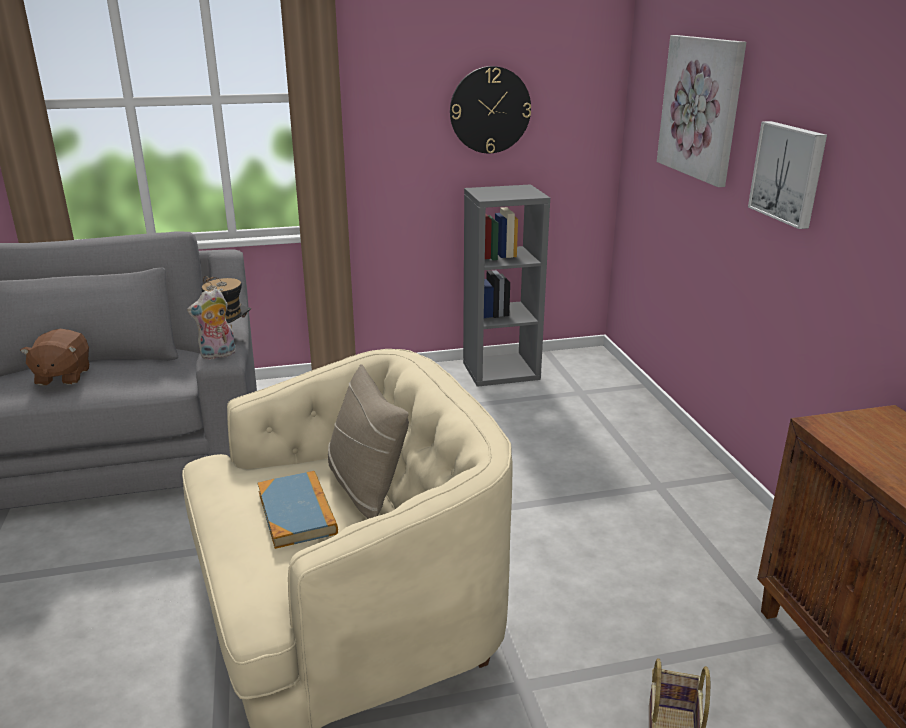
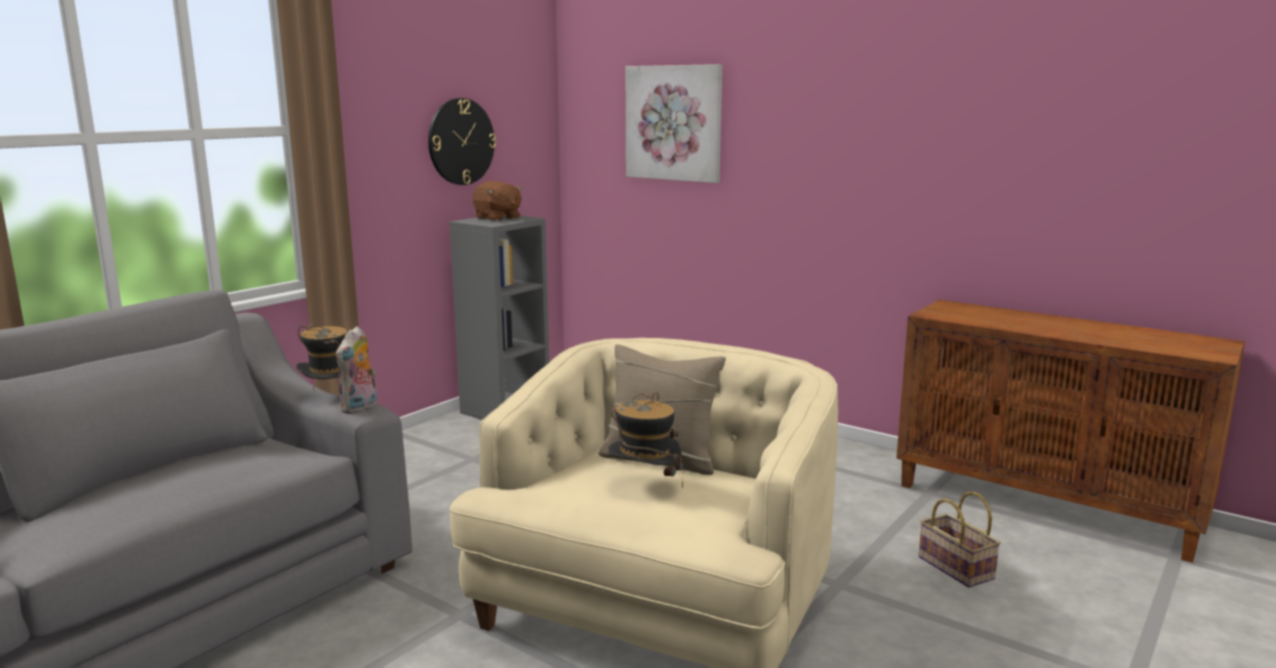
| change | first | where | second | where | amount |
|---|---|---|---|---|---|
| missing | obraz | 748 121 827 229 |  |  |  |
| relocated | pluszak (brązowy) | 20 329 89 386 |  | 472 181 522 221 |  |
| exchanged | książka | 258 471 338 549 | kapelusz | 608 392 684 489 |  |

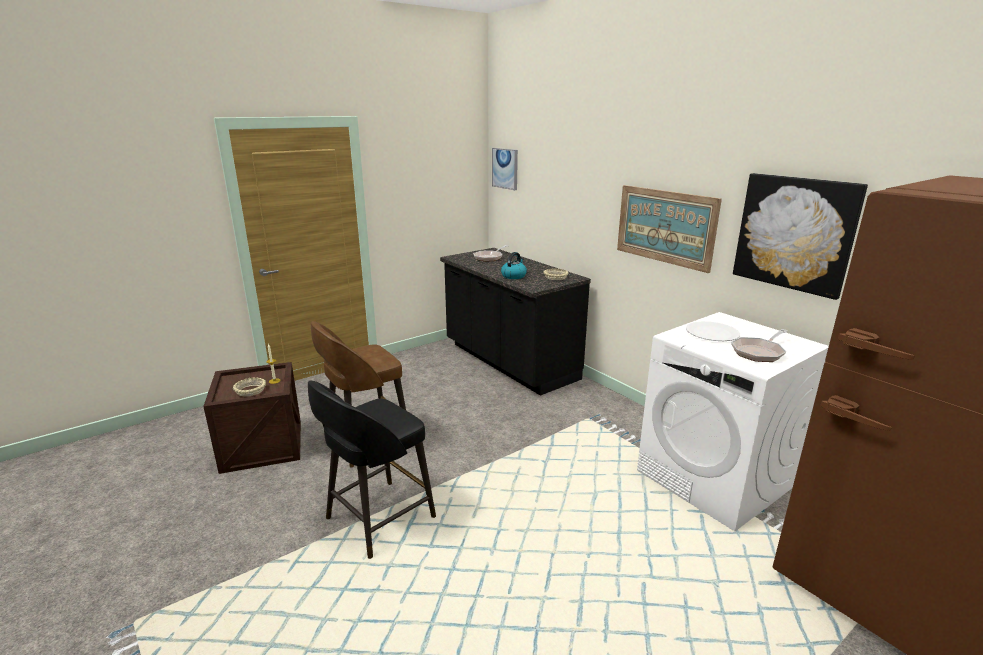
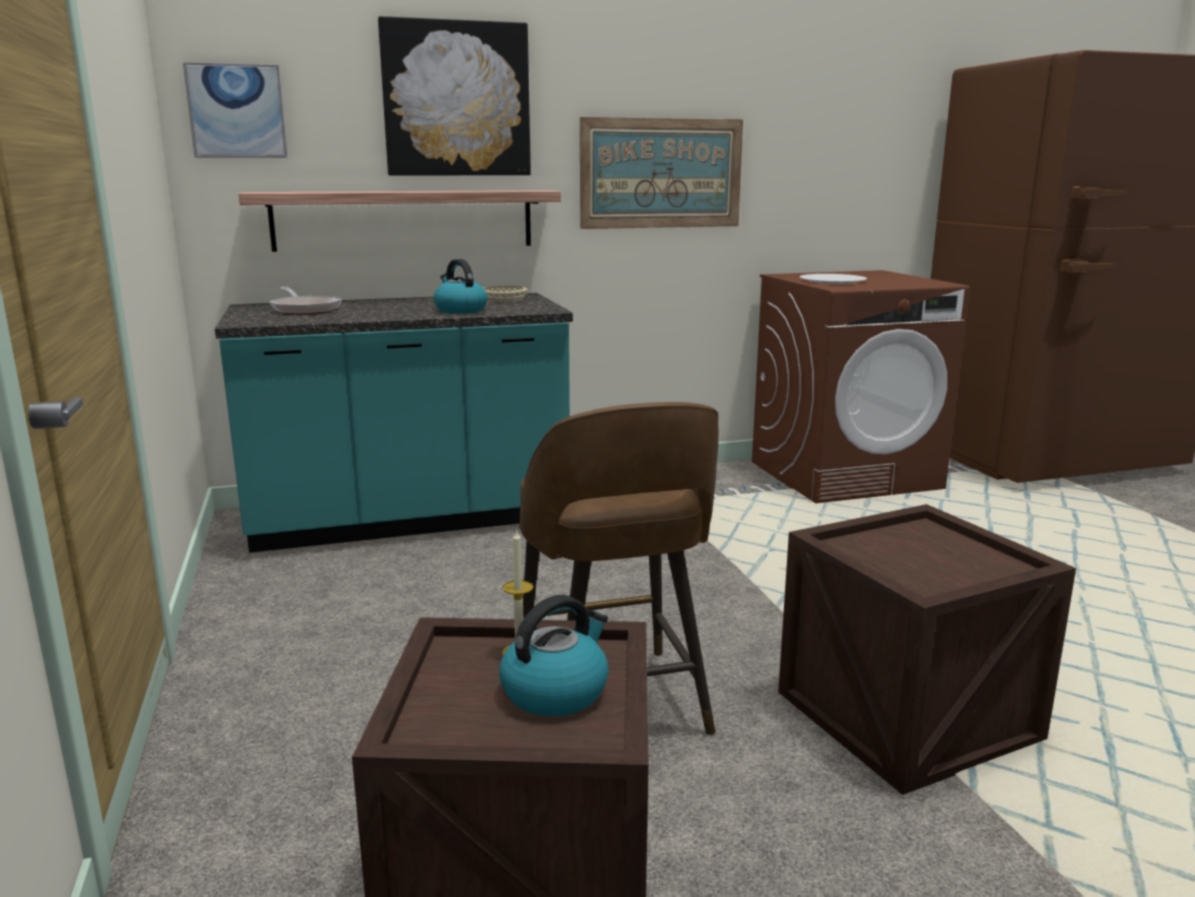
| change | first | where | second | where | amount |
|---|---|---|---|---|---|
| missing | patelnia | 731 329 787 362 |  |  |  |
| appeared |  |  | półka | 239 190 561 252 |  |
| relocated | obraz | 733 173 868 300 |  | 378 16 531 176 |  |
| exchanged | miska (beżowy) | 233 377 266 397 | czajnik | 499 595 609 716 |  |
| exchanged | stołek (czarny) | 308 381 436 559 | skrzynka | 778 504 1076 795 |  |
| colour | zabudowa kuchenna (czarny) | 440 248 591 396 | zabudowa kuchenna (turkusowy) | 215 293 573 553 |  |
| colour | pralka (biały) | 637 312 829 531 | pralka (brązowy) | 752 270 970 503 |  |

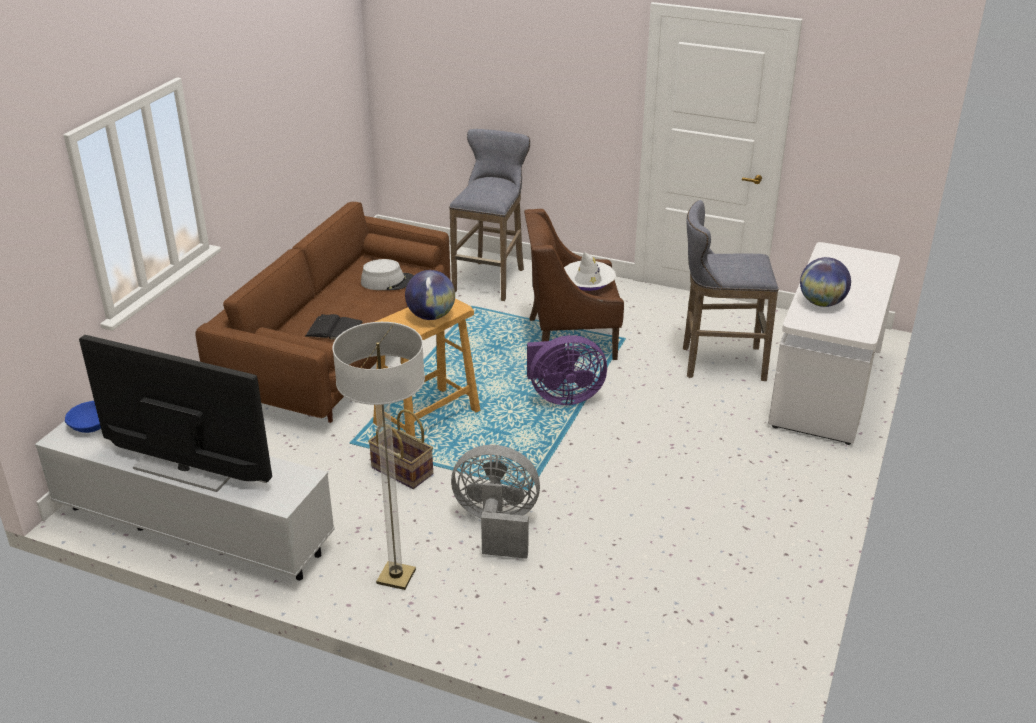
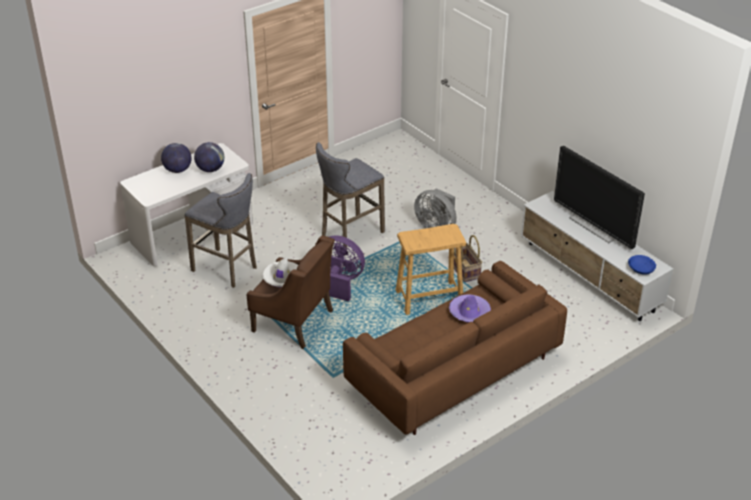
| change | first | where | second | where | amount |
|---|---|---|---|---|---|
| missing | lampa stojąca | 332 322 425 590 |  |  |  |
| missing | kapelusz (szary) | 361 259 414 290 |  |  |  |
| relocated | globus | 405 270 455 320 |  | 161 143 192 173 |  |
| relocated | stołek (szary) | 449 129 530 301 |  | 316 142 385 249 |  |
| exchanged | książka (czarny) | 304 314 363 340 | kapelusz (fioletowy) | 449 295 491 322 |  |

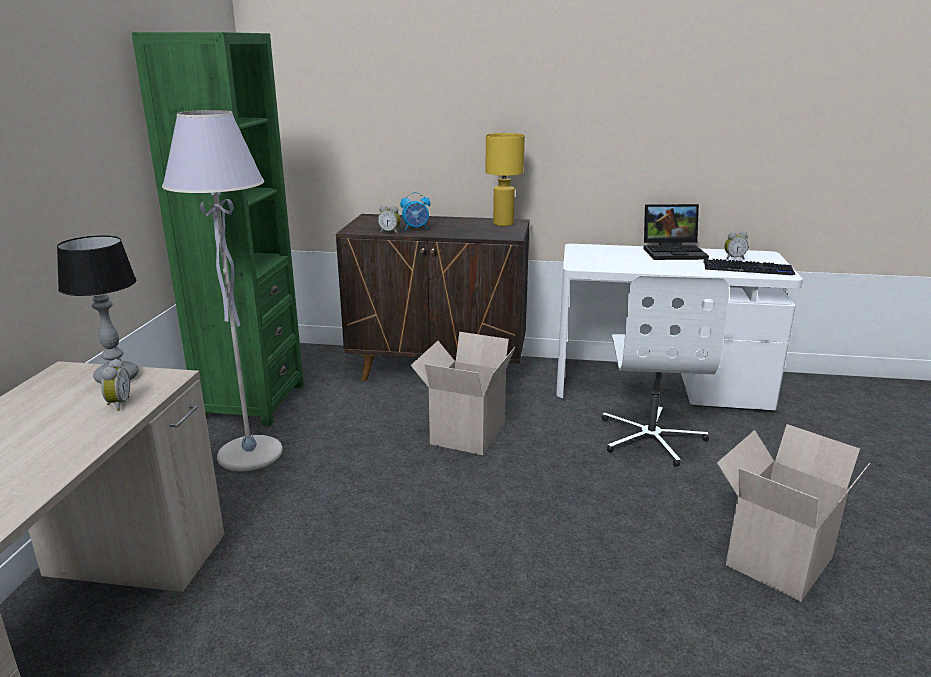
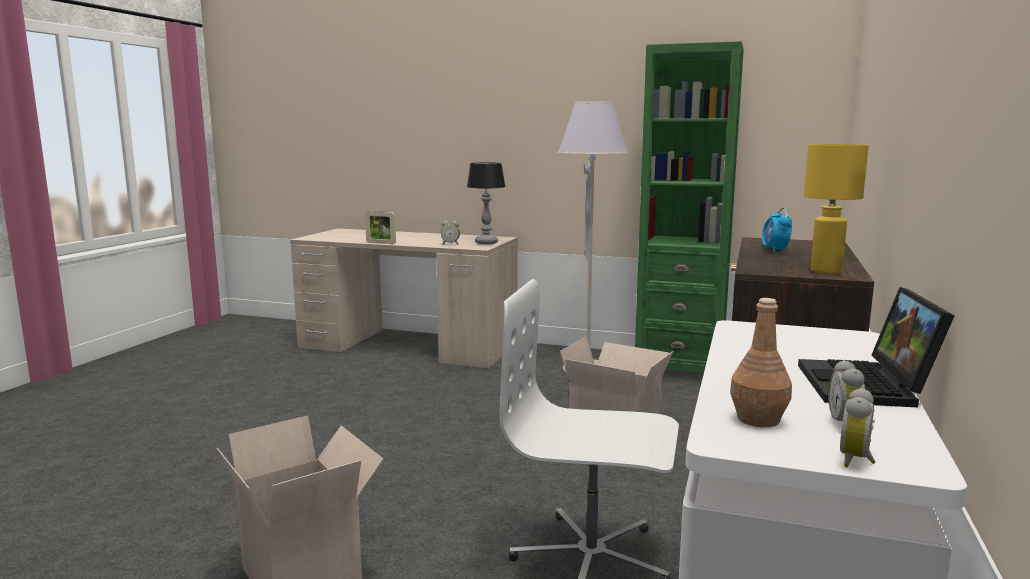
| change | first | where | second | where | amount |
|---|---|---|---|---|---|
| appeared |  |  | ramka na zdjęcie | 365 211 396 244 |  |
| relocated | budzik | 378 205 401 234 |  | 840 388 876 467 |  |
| exchanged | klawiatura | 703 258 795 275 | butelka (brązowy) | 730 298 792 427 |  |

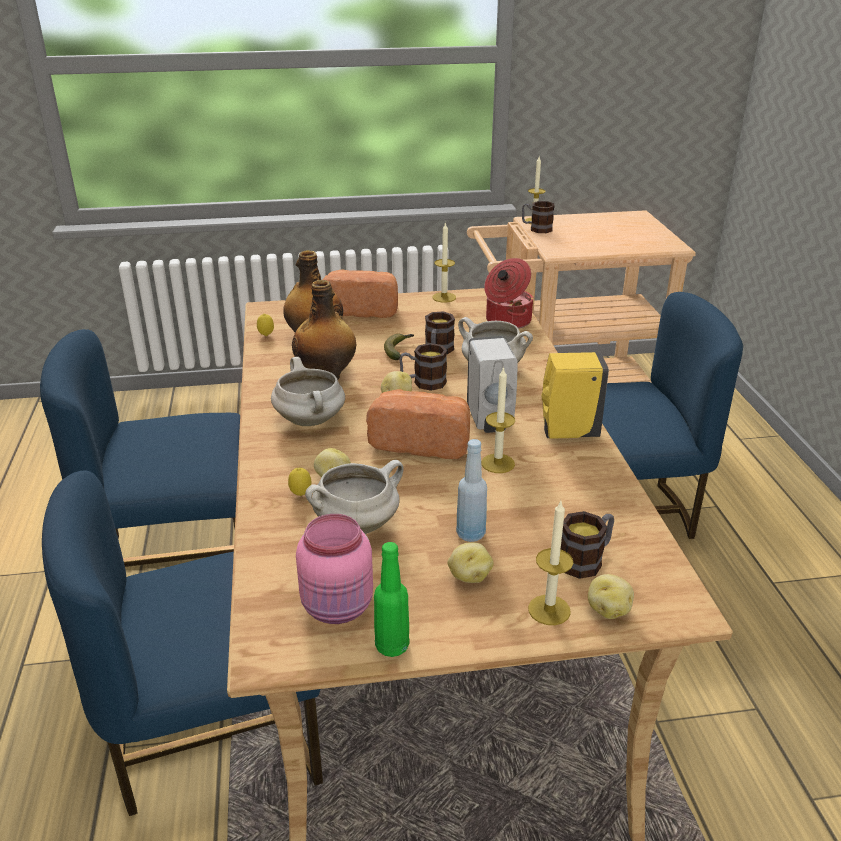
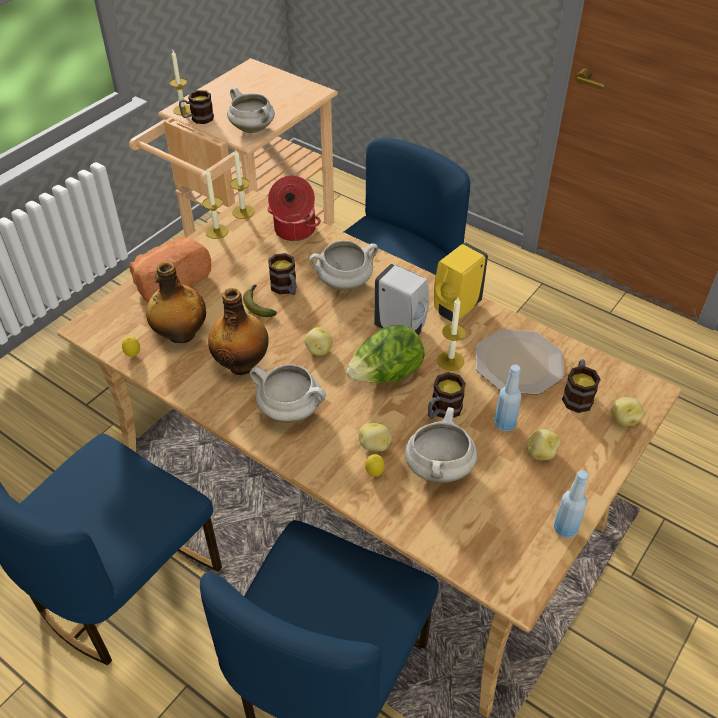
| change | first | where | second | where | amount |
|---|---|---|---|---|---|
| missing | słoik (różowy) | 296 514 373 624 |  |  |  |
| appeared |  |  | garnek (biały) | 227 88 275 133 |  |
| appeared |  |  | talerz | 476 329 564 395 |  |
| relocated | kubek | 399 343 447 391 |  | 428 372 466 419 |  |
| relocated | świeca | 528 501 573 625 |  | 230 150 255 219 |  |
| exchanged | chleb | 366 389 470 459 | sałata | 346 325 425 383 |  |
| colour | butelka (zielony) | 374 542 409 657 | butelka (niebieski) | 554 470 589 538 |  |

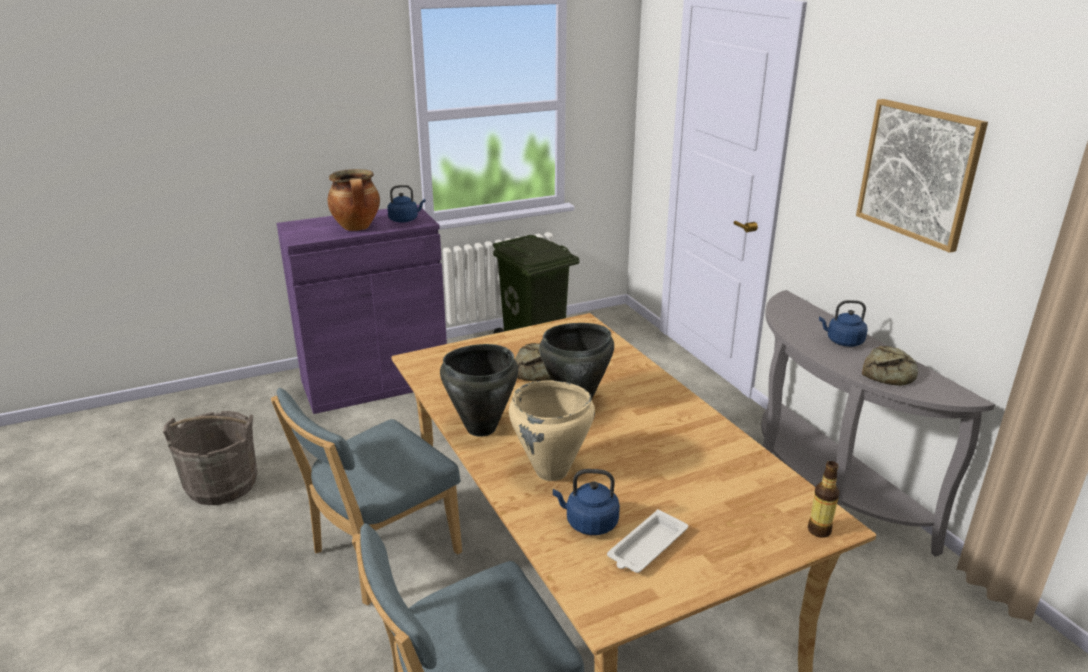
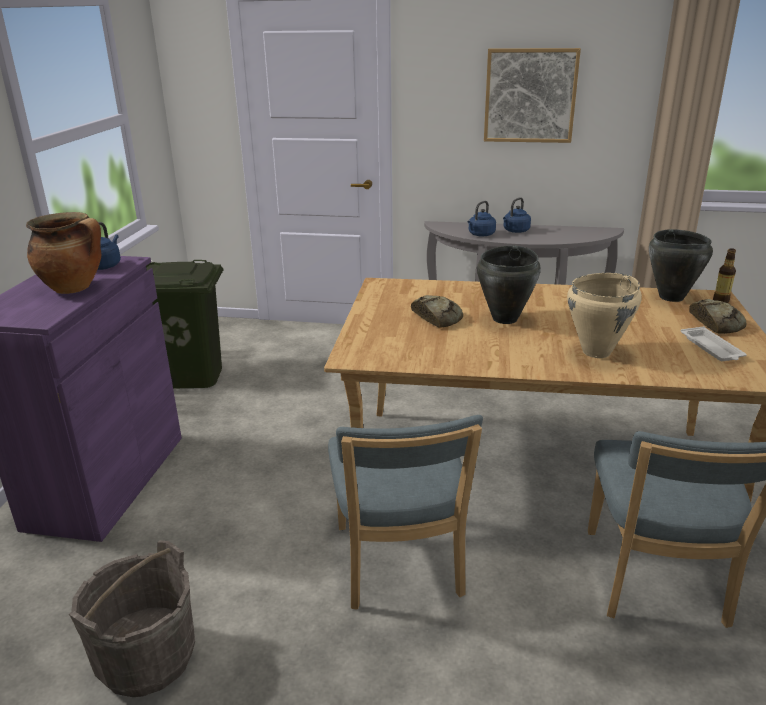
| change | first | where | second | where | amount |
|---|---|---|---|---|---|
| relocated | garnek (czarny) | 440 344 518 437 |  | 649 229 713 302 |  |
| relocated | czajnik (niebieski) | 553 469 620 535 |  | 468 201 496 237 |  |
| relocated | chleb | 862 346 918 386 |  | 689 299 746 334 |  |

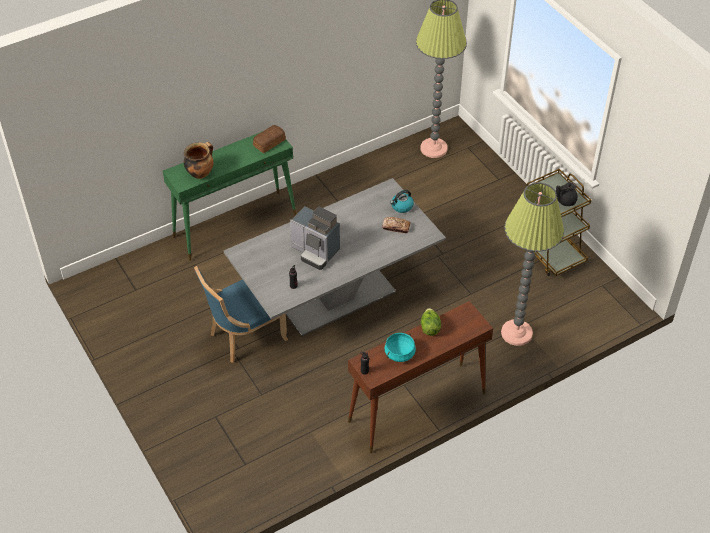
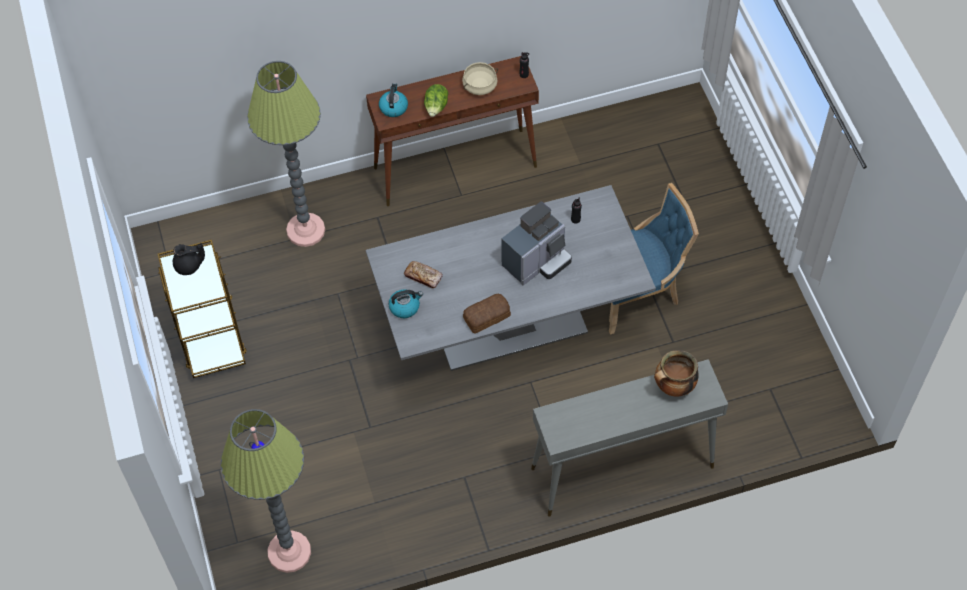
| change | first | where | second | where | amount |
|---|---|---|---|---|---|
| appeared |  |  | czajnik | 379 83 408 117 |  |
| relocated | chleb | 253 125 286 153 |  | 463 294 511 334 |  |
| colour | stolik konsolowy (zielony) | 163 131 297 261 | stolik konsolowy (szary) | 531 359 728 517 |  |
| colour | garnek (turkusowy) | 385 333 416 362 | garnek (beżowy) | 462 62 498 95 |  |
| spun | ekspres do kawy | 290 207 340 270 |  | 502 201 572 285 | 90 degrees clockwise |

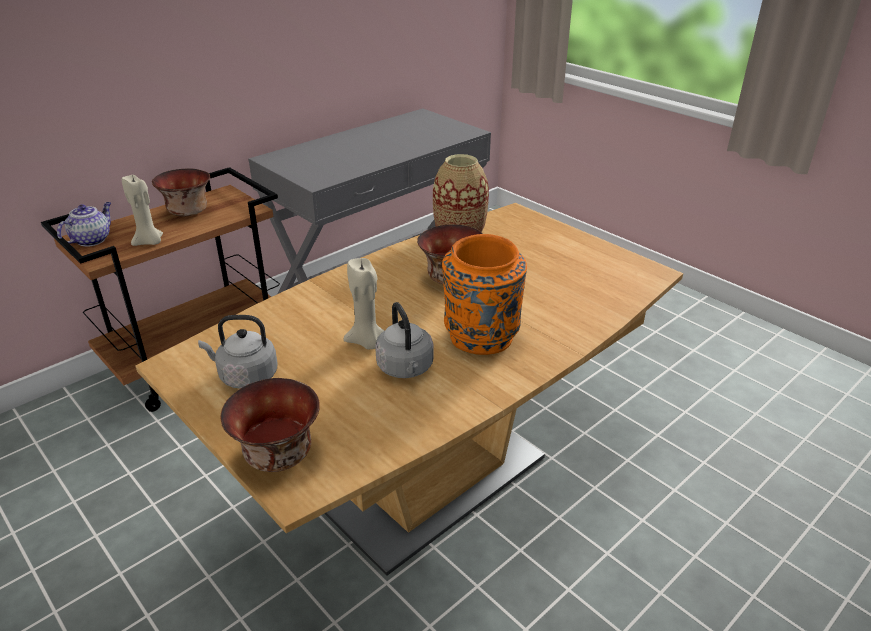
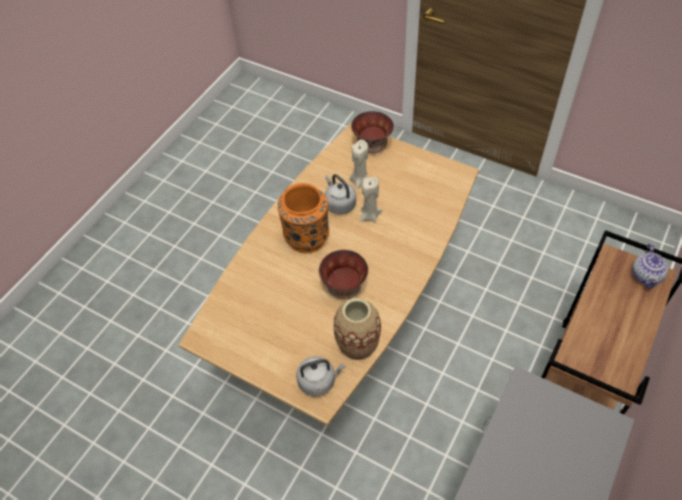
| change | first | where | second | where | amount |
|---|---|---|---|---|---|
| missing | miska | 152 169 210 216 |  |  |  |
| relocated | świeca (beżowy) | 122 175 163 246 |  | 349 139 368 189 |  |
| relocated | czajnik (szary) | 198 315 278 389 |  | 296 356 345 397 |  |

